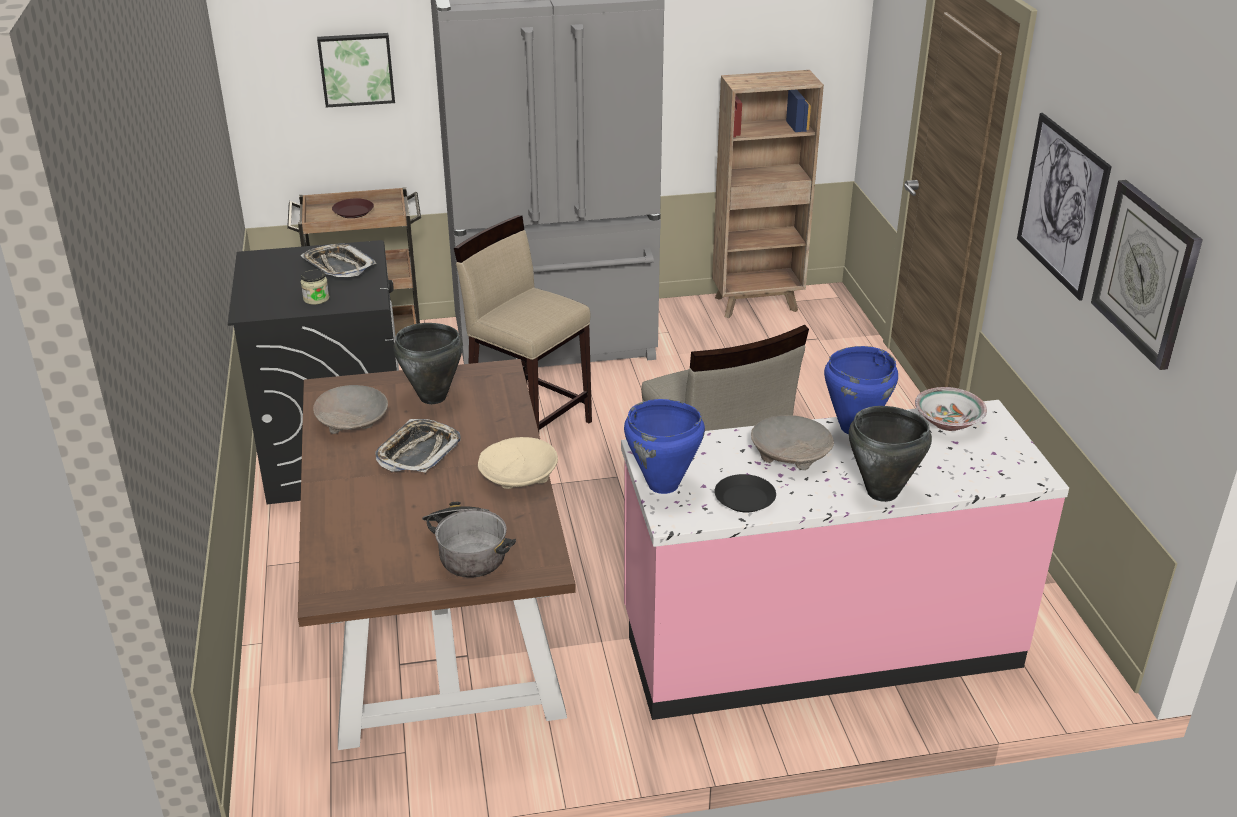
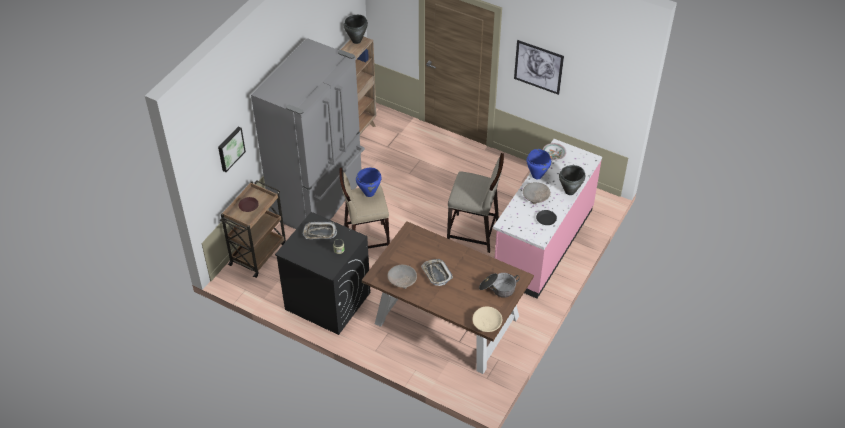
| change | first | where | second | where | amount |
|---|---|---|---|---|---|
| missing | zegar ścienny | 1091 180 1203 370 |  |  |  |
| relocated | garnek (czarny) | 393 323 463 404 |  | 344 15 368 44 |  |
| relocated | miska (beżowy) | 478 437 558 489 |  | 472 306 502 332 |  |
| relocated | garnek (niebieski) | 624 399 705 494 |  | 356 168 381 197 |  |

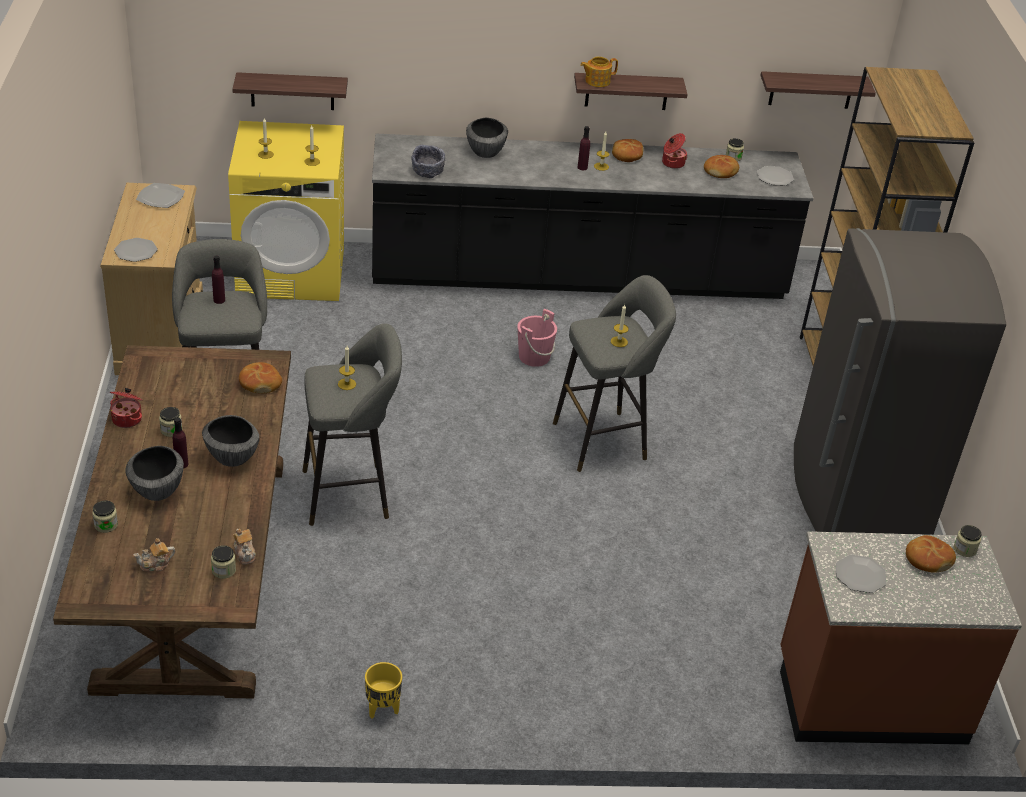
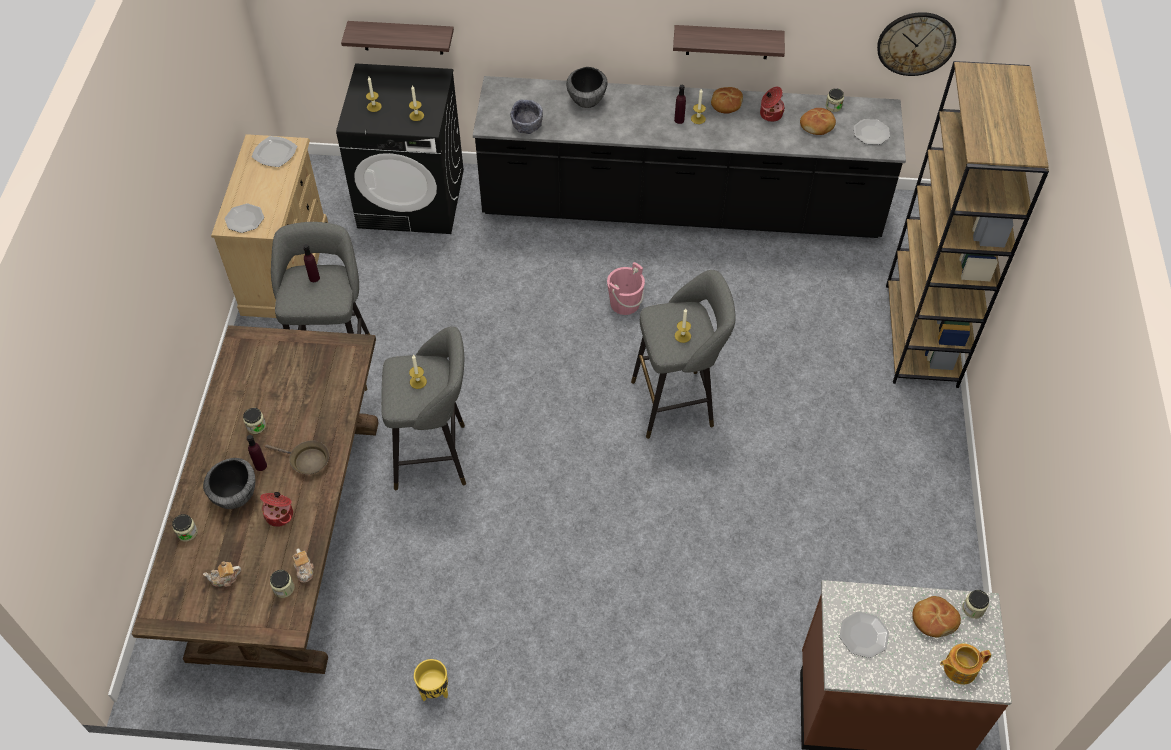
| change | first | where | second | where | amount |
|---|---|---|---|---|---|
| missing | chleb | 239 362 282 393 |  |  |  |
| missing | lodówka (szary) | 794 228 1006 535 |  |  |  |
| relocated | garnek | 110 388 142 428 |  | 260 492 293 527 |  |
| relocated | imbryk | 580 57 618 87 |  | 940 643 991 684 |  |
| exchanged | miska | 202 415 259 467 | patelnia (brązowy) | 265 441 329 474 |  |
| exchanged | półka | 760 71 876 109 | zegar ścienny | 877 12 956 76 |  |
| colour | pralka (żółty) | 228 121 344 301 | pralka (czarny) | 336 63 464 234 |  |

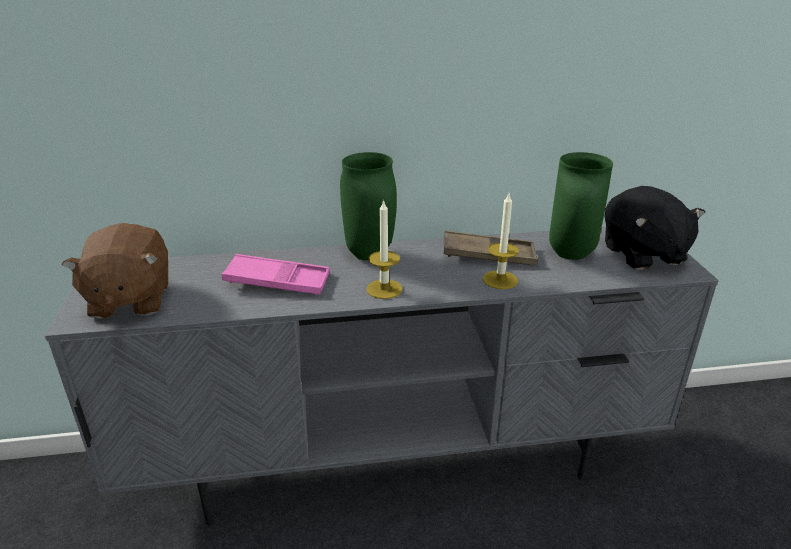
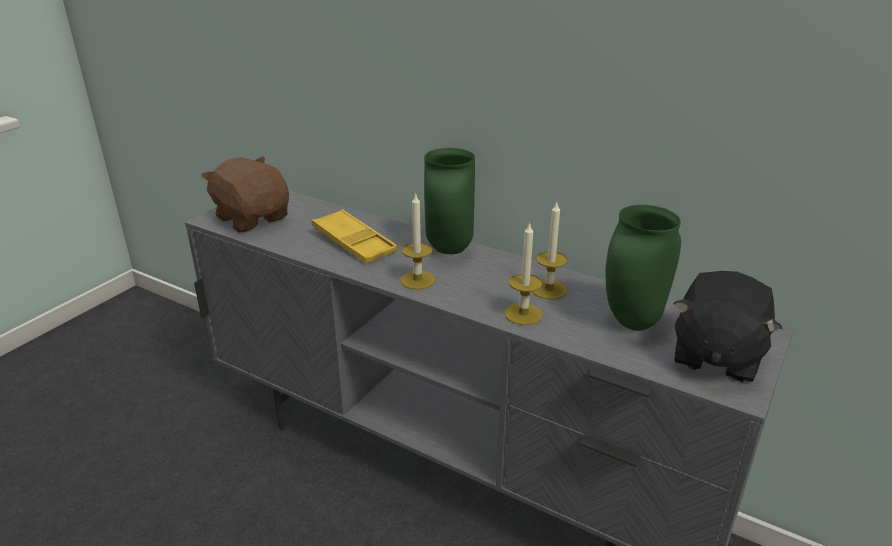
| change | first | where | second | where | amount |
|---|---|---|---|---|---|
| exchanged | taca (brązowy) | 444 231 538 266 | świeca | 533 203 568 300 |  |
| colour | taca (różowy) | 222 254 330 295 | taca (żółty) | 312 209 397 264 |  |
| spun | pluszak (brązowy) | 62 223 168 319 |  | 201 156 289 233 | 105 degrees clockwise |

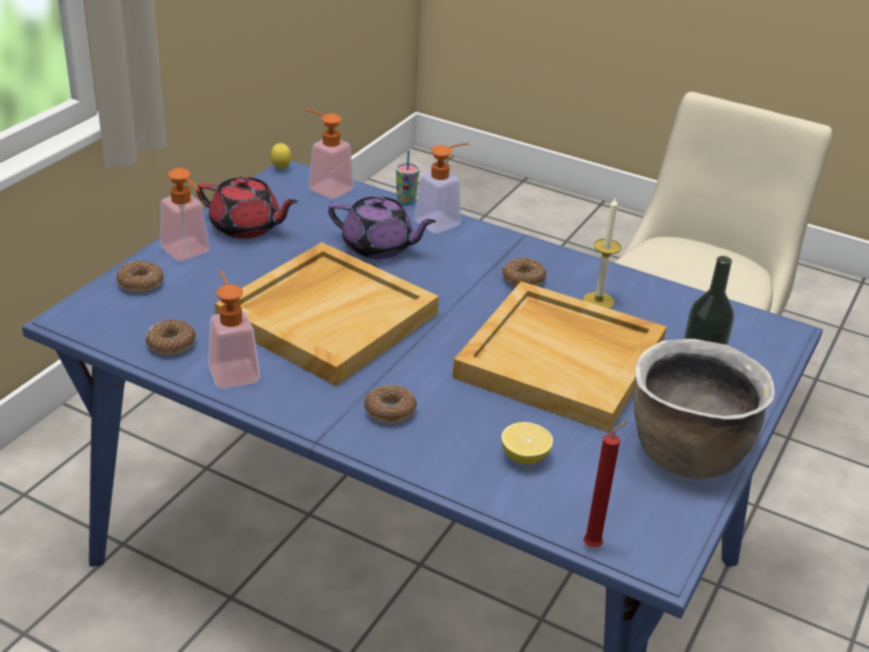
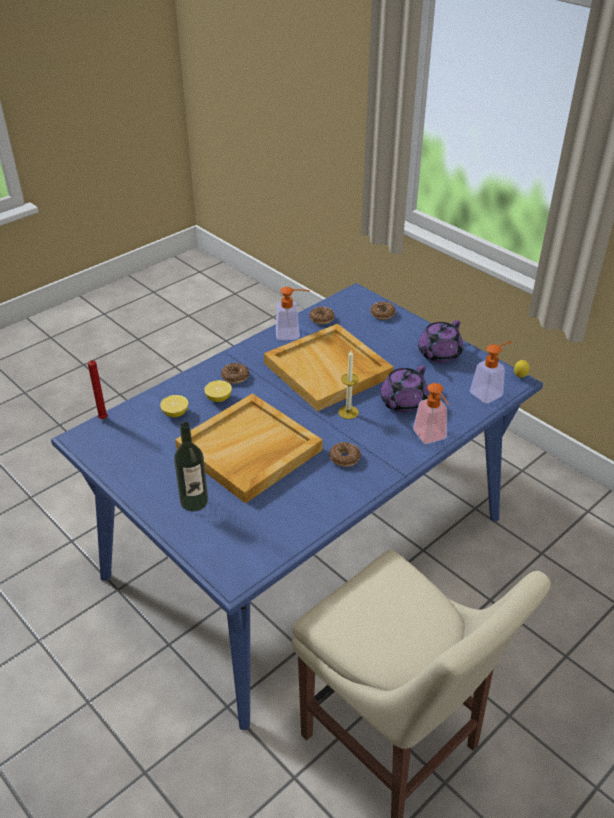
| change | first | where | second | where | amount |
|---|---|---|---|---|---|
| missing | dozownik mydła | 160 168 210 261 |  |  |  |
| missing | filiżanka | 396 150 420 205 |  |  |  |
| missing | garnek (brązowy) | 634 339 775 479 |  |  |  |
| appeared |  |  | cytryna | 204 380 232 402 |  |
| relocated | świeca | 583 196 621 309 |  | 338 350 359 419 |  |
| colour | imbryk (czerwony) | 196 177 298 239 | imbryk (fioletowy) | 418 320 463 363 |  |

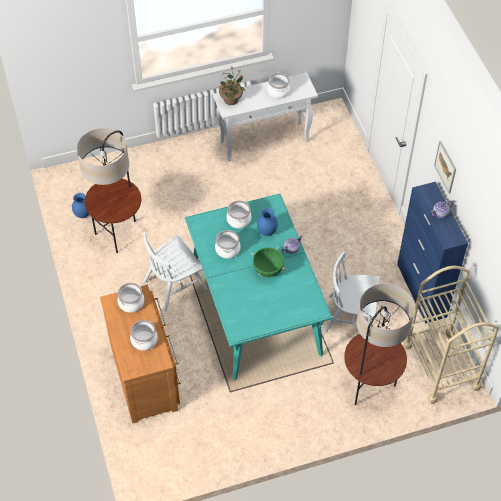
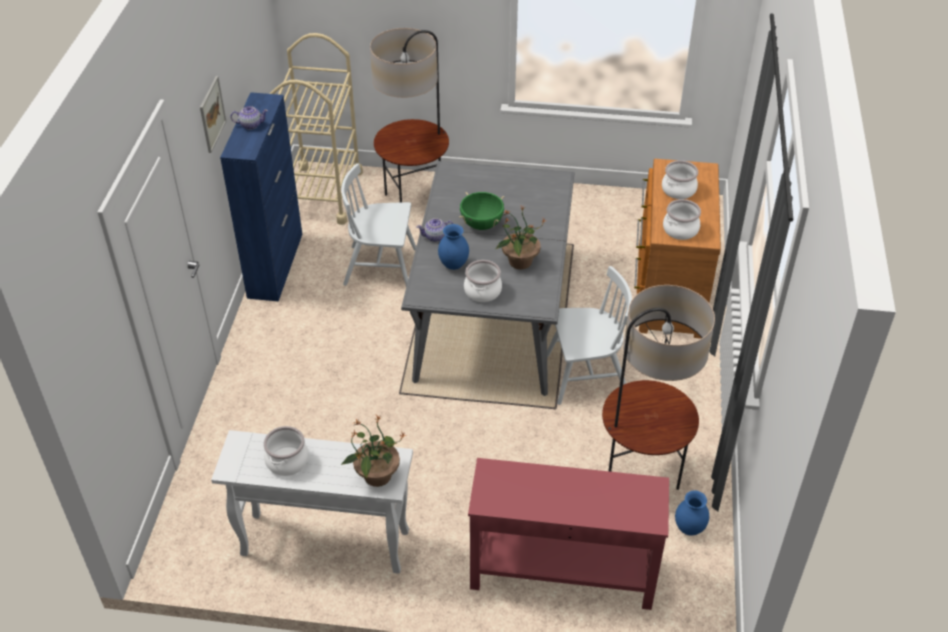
| change | first | where | second | where | amount |
|---|---|---|---|---|---|
| appeared |  |  | stolik konsolowy (czerwony) | 468 458 669 610 |  |
| exchanged | garnek | 215 230 241 259 | roślina doniczkowa | 496 206 545 269 |  |
| colour | stół jadalny (turkusowy) | 185 194 333 381 | stół jadalny (szary) | 401 161 575 396 |  |
| spun | krzesło (biały) | 324 251 380 333 |  | 341 163 416 287 | 150 degrees clockwise |

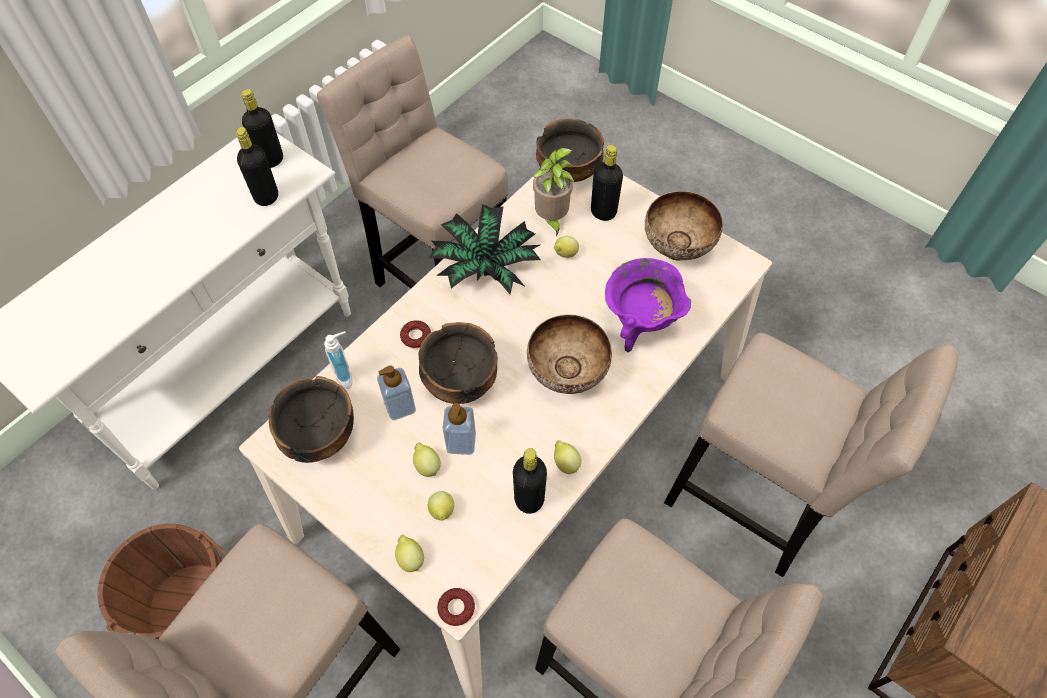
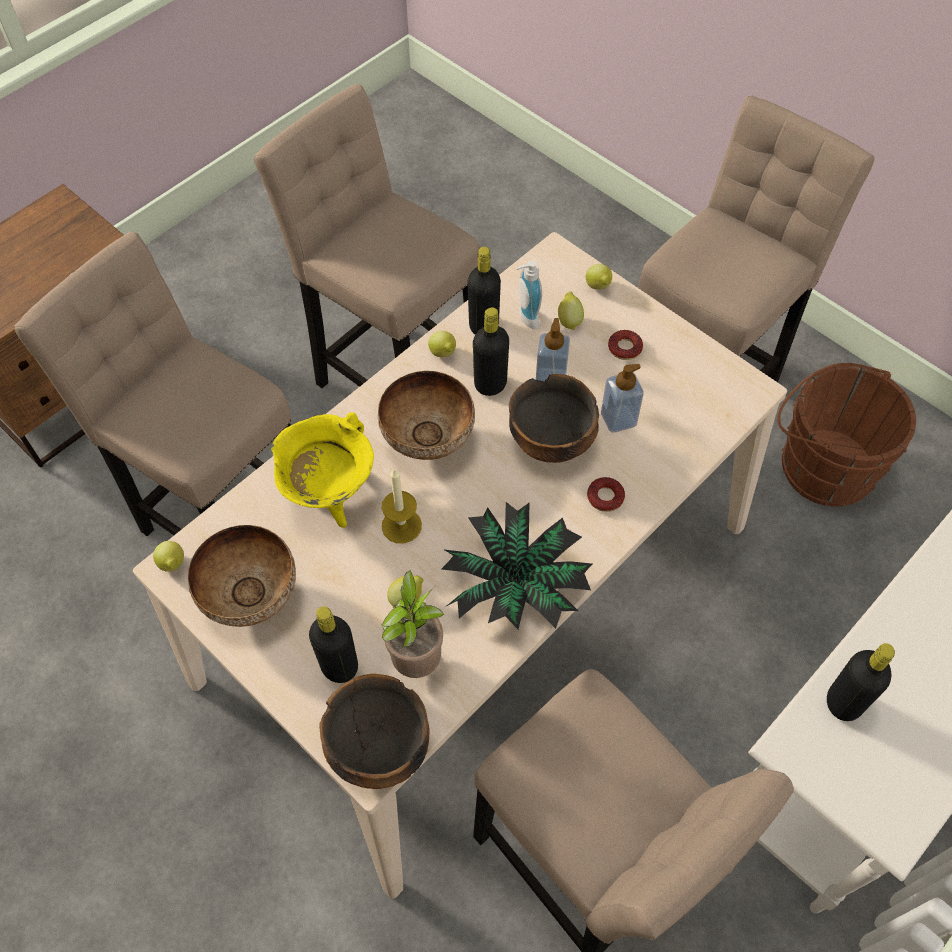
| change | first | where | second | where | amount |
|---|---|---|---|---|---|
| missing | miska | 269 376 354 463 |  |  |  |
| appeared |  |  | świeca | 382 469 422 543 |  |
| relocated | butelka (czarny) | 241 89 283 168 |  | 473 307 509 396 |  |
| relocated | dozownik mydła | 324 331 353 389 |  | 516 260 542 329 |  |
| relocated | cytryna | 413 443 441 477 |  | 153 541 184 572 |  |
| relocated | donut | 437 588 475 626 |  | 608 330 643 360 |  |
| colour | garnek (fioletowy) | 605 258 691 352 | garnek (żółty) | 271 412 374 528 |  |

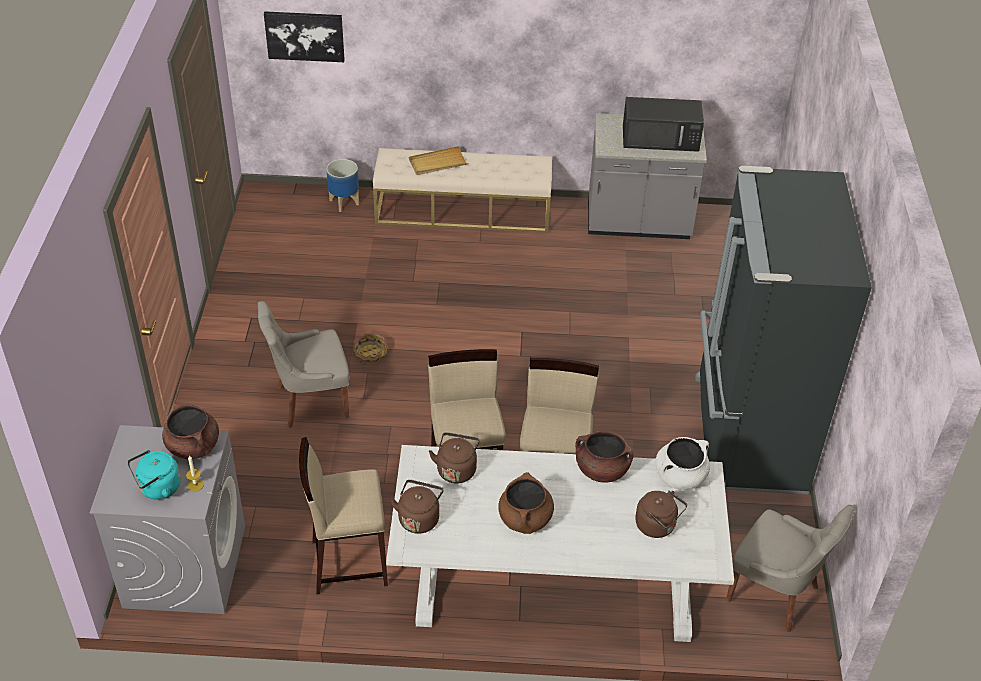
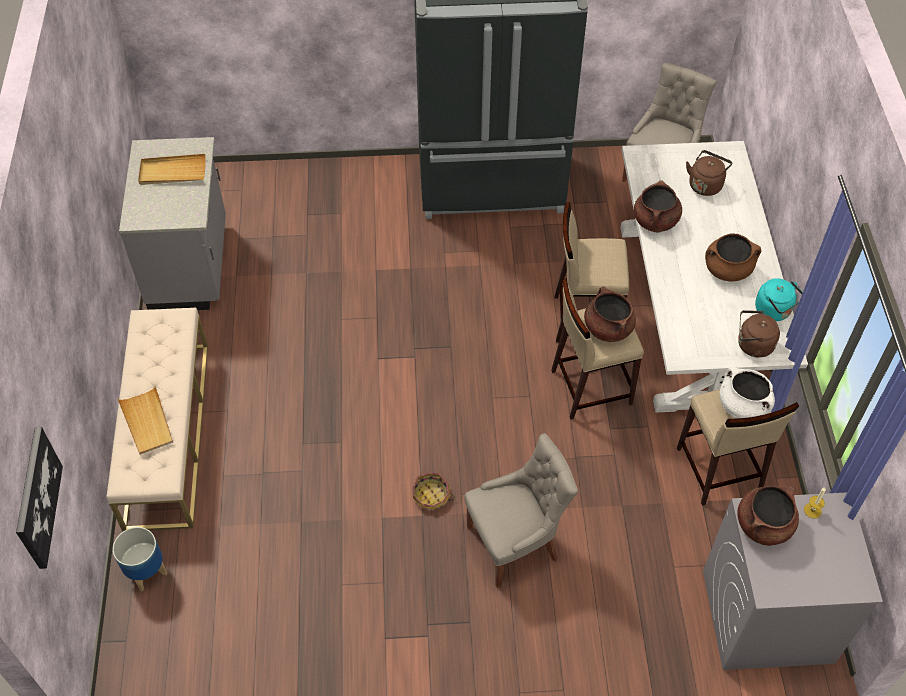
| change | first | where | second | where | amount |
|---|---|---|---|---|---|
| missing | czajnik (brązowy) | 429 432 480 484 |  |  |  |
| appeared |  |  | garnek (brązowy) | 584 286 636 342 |  |
| relocated | czajnik (turkusowy) | 127 450 181 500 |  | 755 278 803 321 |  |
| relocated | garnek (biały) | 655 437 710 490 |  | 720 367 775 419 |  |
| exchanged | mikrofalówka (czarny) | 623 97 704 152 | taca (beżowy) | 138 154 206 185 |  |
| spun | krzesło (szary) | 258 301 349 428 |  | 464 433 578 588 | 90 degrees counterclockwise |

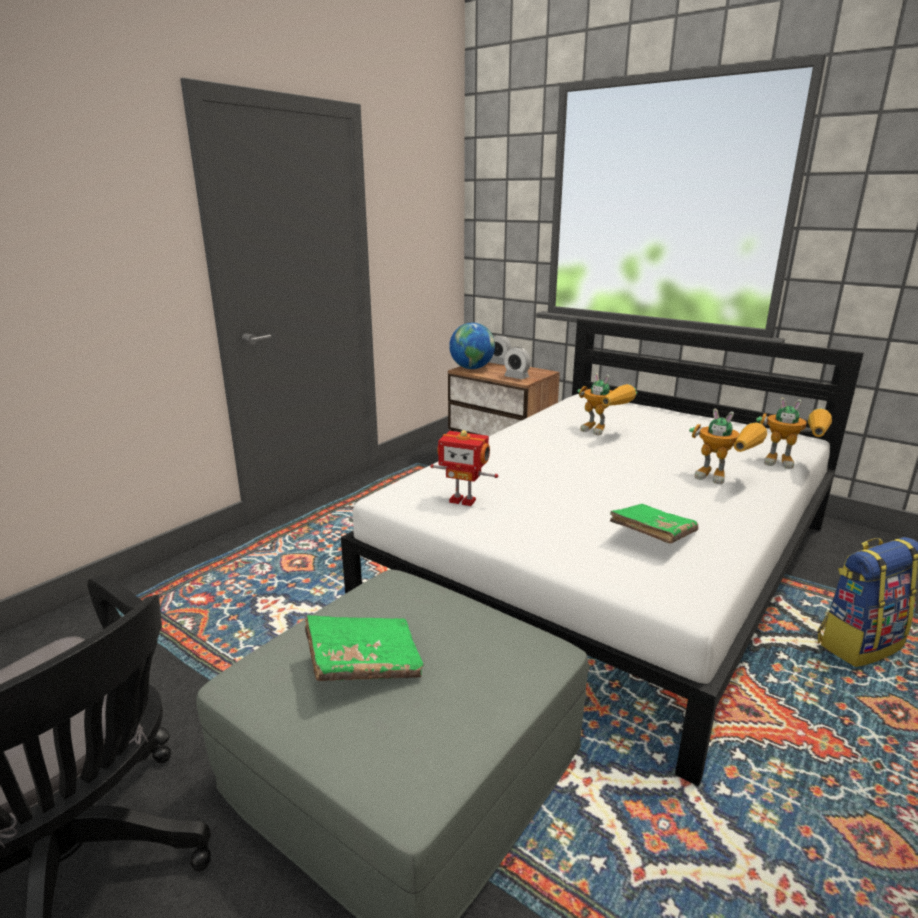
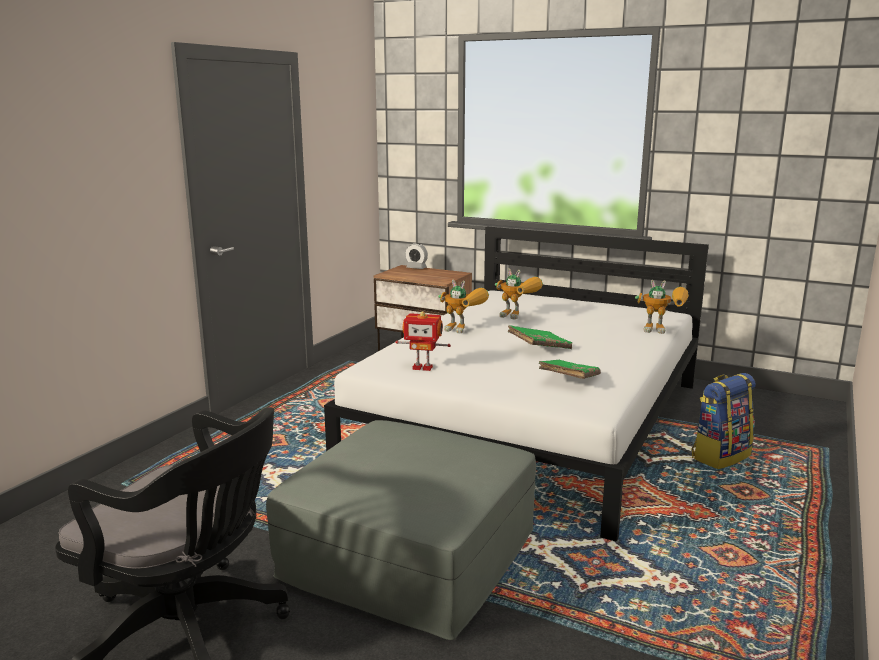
| change | first | where | second | where | amount |
|---|---|---|---|---|---|
| missing | globus | 449 323 495 369 |  |  |  |
| missing | budzik | 504 347 531 379 |  |  |  |
| relocated | książka (zielony) | 305 615 424 681 |  | 507 325 572 349 |  |
| relocated | robot zabawkowy | 689 409 767 484 |  | 438 279 489 334 |  |

